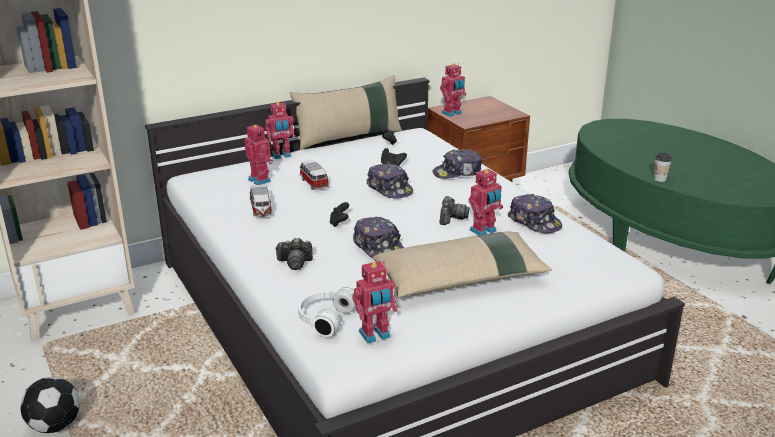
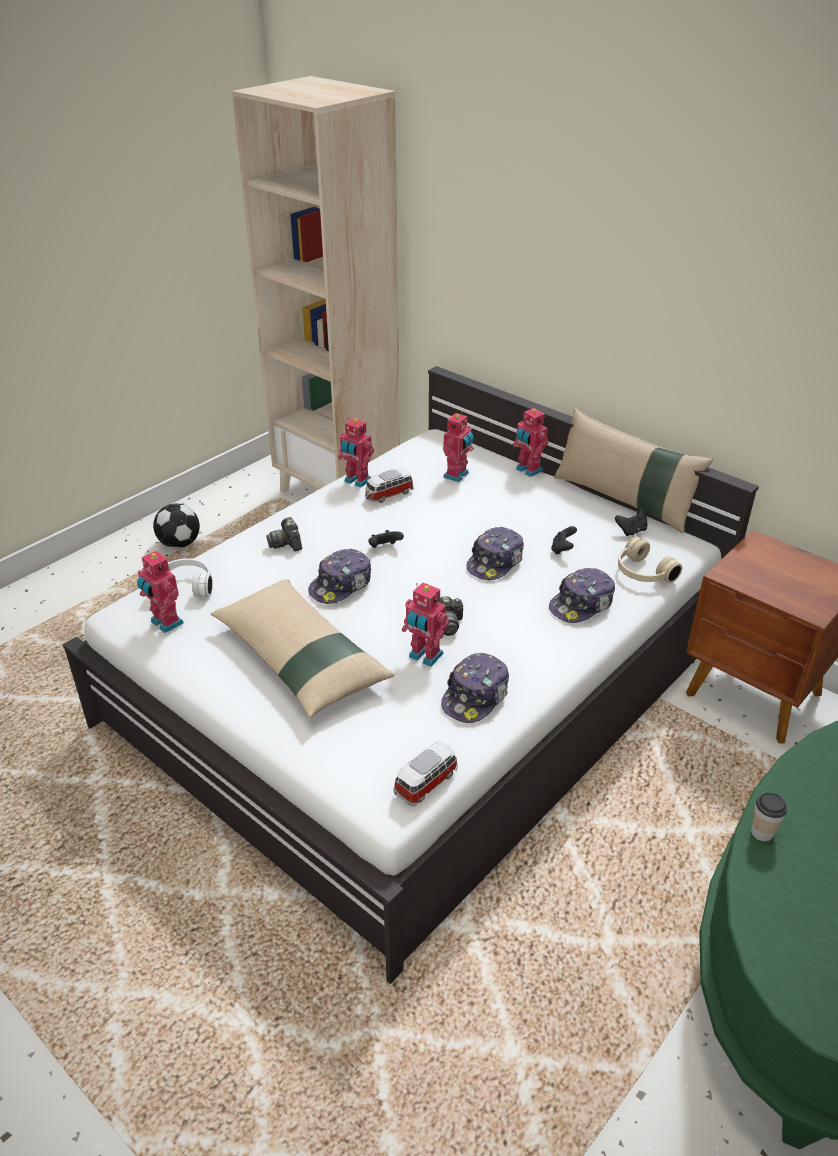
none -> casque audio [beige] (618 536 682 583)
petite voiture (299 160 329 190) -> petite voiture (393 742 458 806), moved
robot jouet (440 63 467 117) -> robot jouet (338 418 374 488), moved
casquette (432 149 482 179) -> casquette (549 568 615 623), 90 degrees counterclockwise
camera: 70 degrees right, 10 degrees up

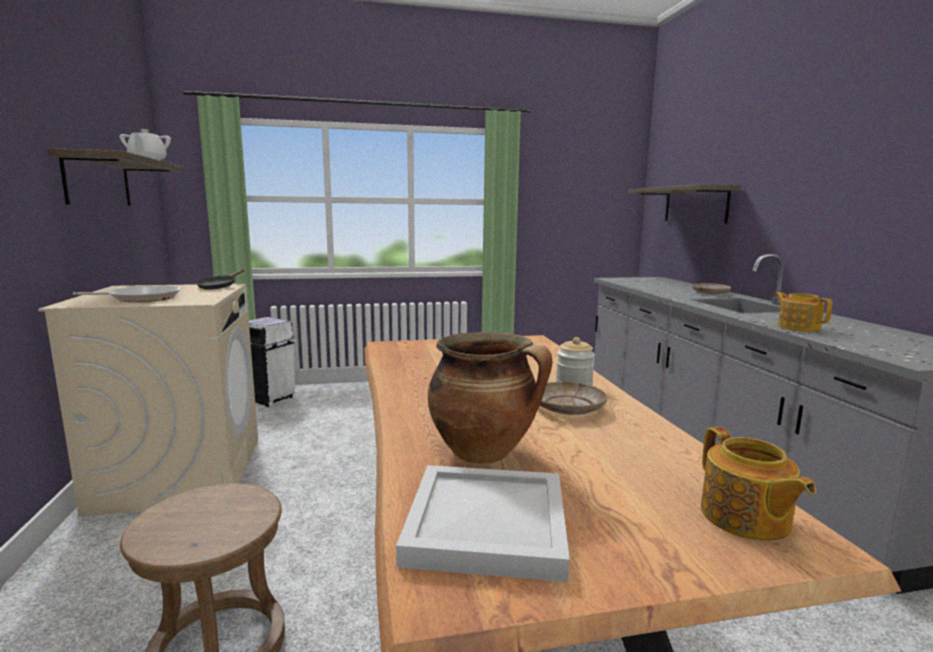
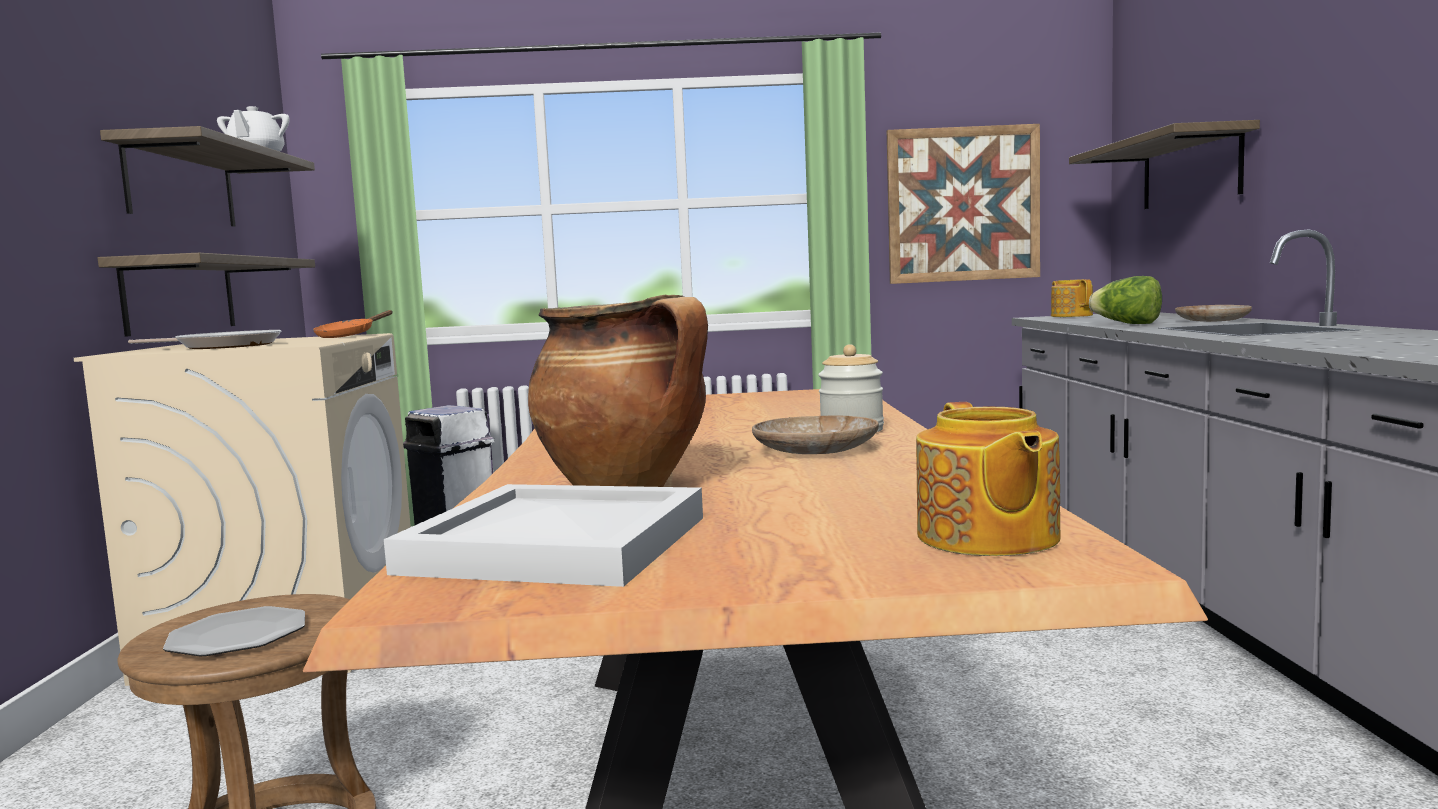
none -> étagère (98 253 315 337)
none -> assiette (163 606 305 656)
none -> tableau (887 124 1040 284)
none -> laitue (1089 276 1162 324)
théière (775 292 832 332) -> théière (1051 279 1093 317), moved
poêle [noir] (196 269 245 290) -> poêle [orange] (313 310 392 338)
camera: 10 degrees right, 5 degrees down

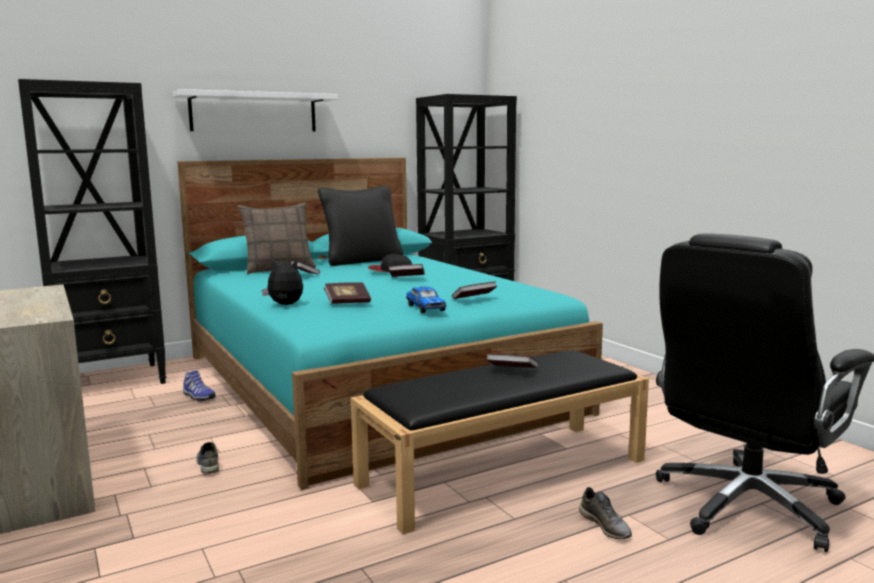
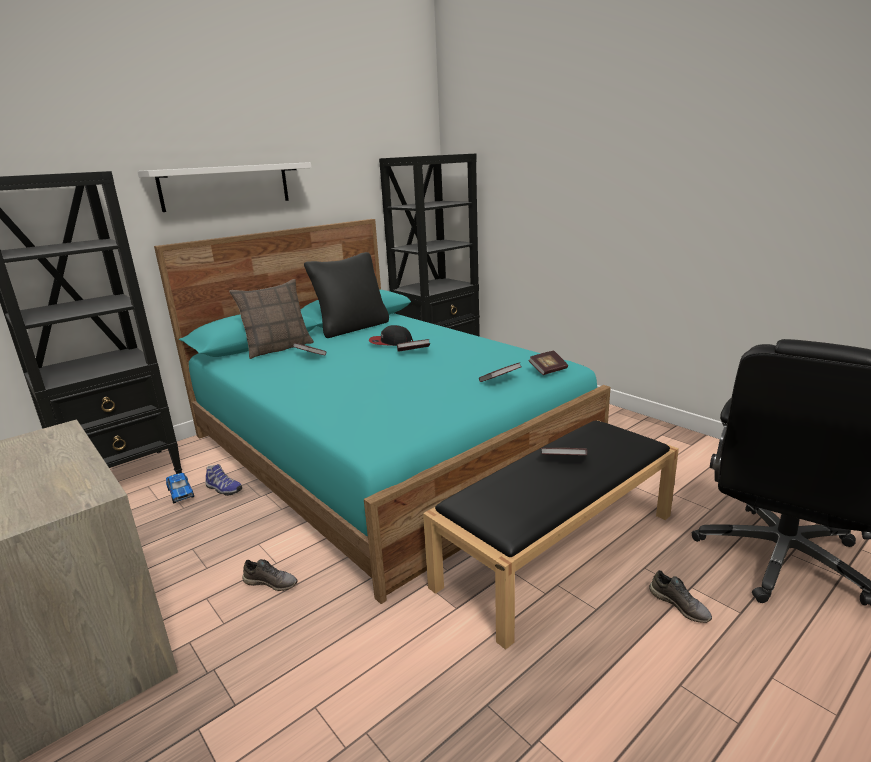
peluche (262 260 303 305) -> none
livre (324 282 371 304) -> livre (528 351 568 375), moved
petite voiture (406 287 446 313) -> petite voiture (166 473 194 504), moved
chaussure [gris] (196 442 219 473) -> chaussure [gris] (242 559 297 591), 135 degrees clockwise
camera: 10 degrees left, 10 degrees up

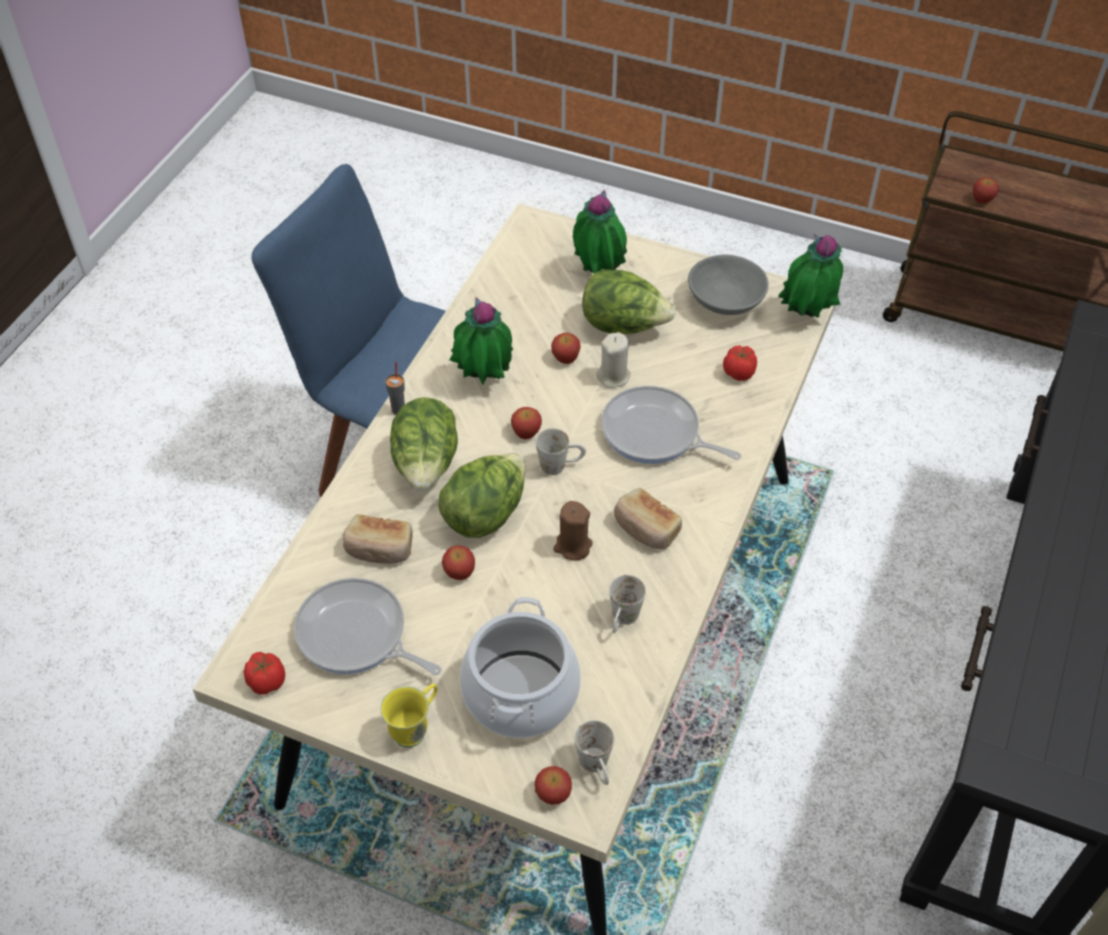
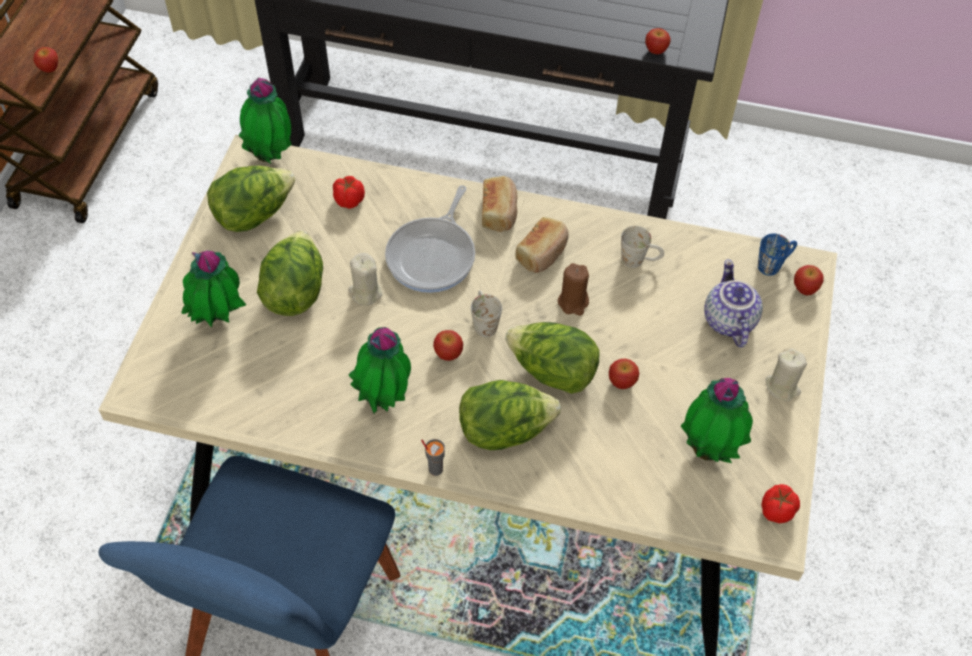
pain (343 514 413 564) -> pain (482 176 517 232), moved
pomme (551 333 581 364) -> pomme (645 28 671 54), moved
poêle (294 578 442 675) -> plante en pot (681 378 753 463)
mug [jaune] (381 683 438 748) -> bougie [beige] (766 349 807 402)
marmite (460 597 581 738) -> théière (704 259 763 348)
bol [gris] (688 255 769 315) -> laitue (207 166 295 232)
mug [blanc] (575 720 614 785) -> mug [bleu] (758 234 797 276)
camera: 100 degrees left, 5 degrees up

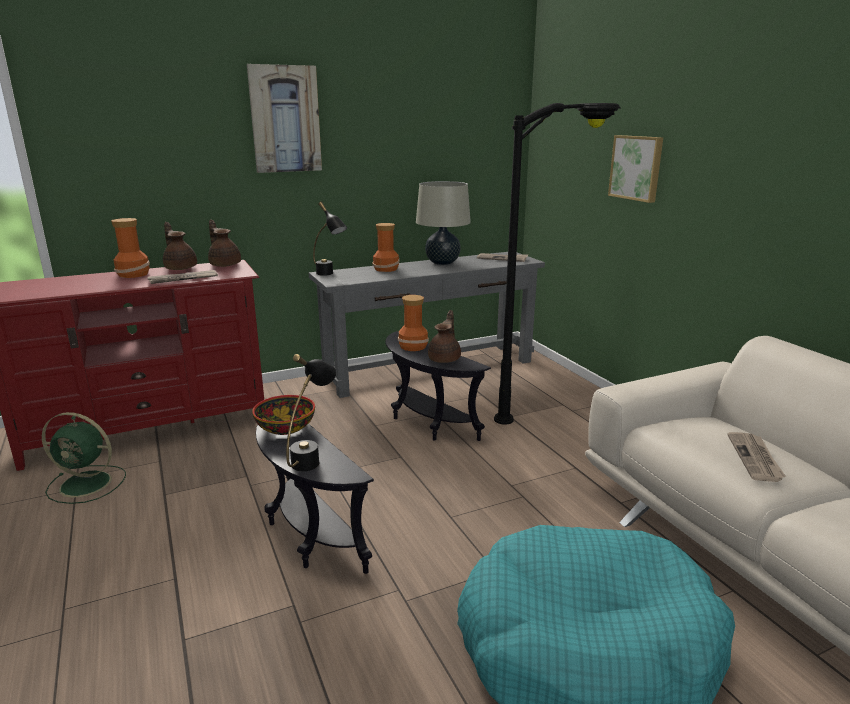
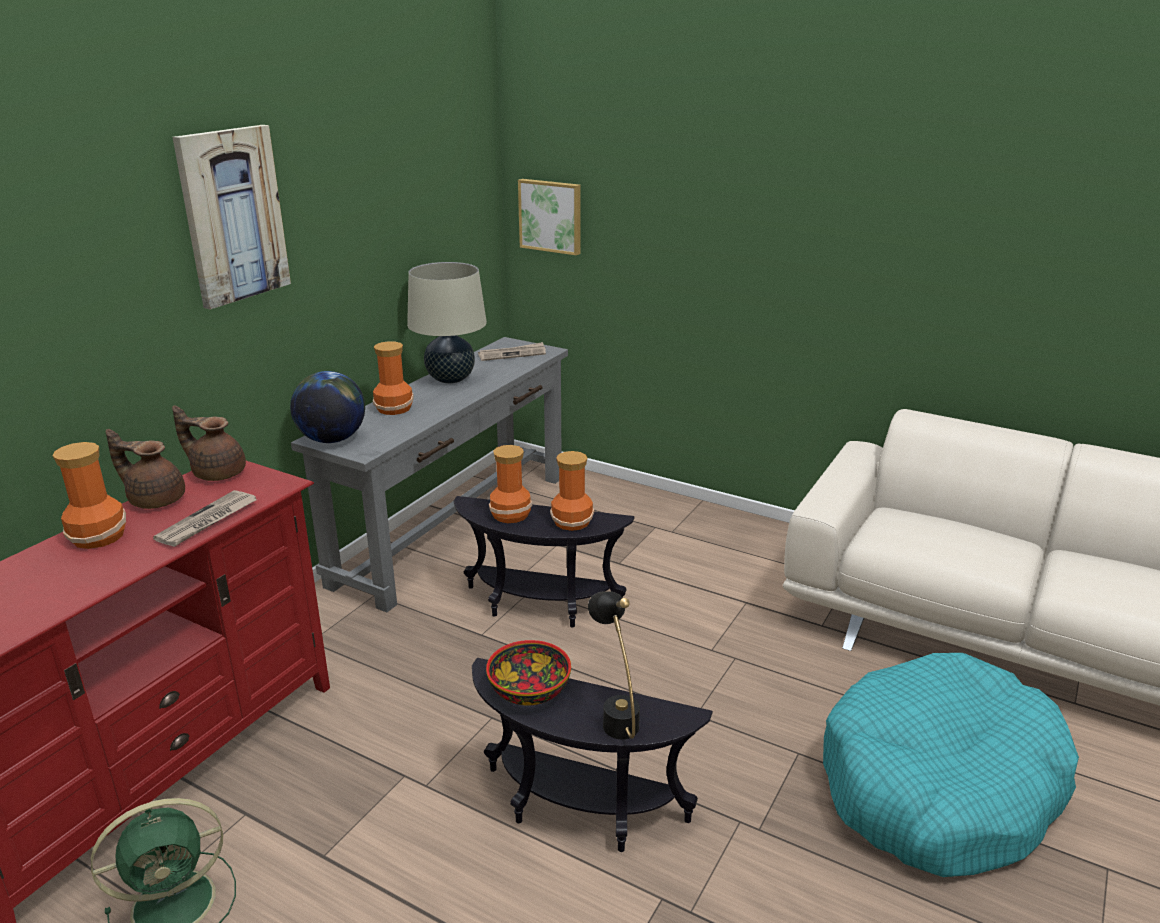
lampadaire [noir] (494 103 621 425) -> none
journal (727 432 786 482) -> none
tableau (608 135 663 203) -> tableau (518 179 581 255), moved
lampe de table [noir] (313 202 347 276) -> globe (290 371 365 443)
théière [marron] (428 310 461 363) -> vase (550 451 594 531)
camera: 35 degrees left, 5 degrees up

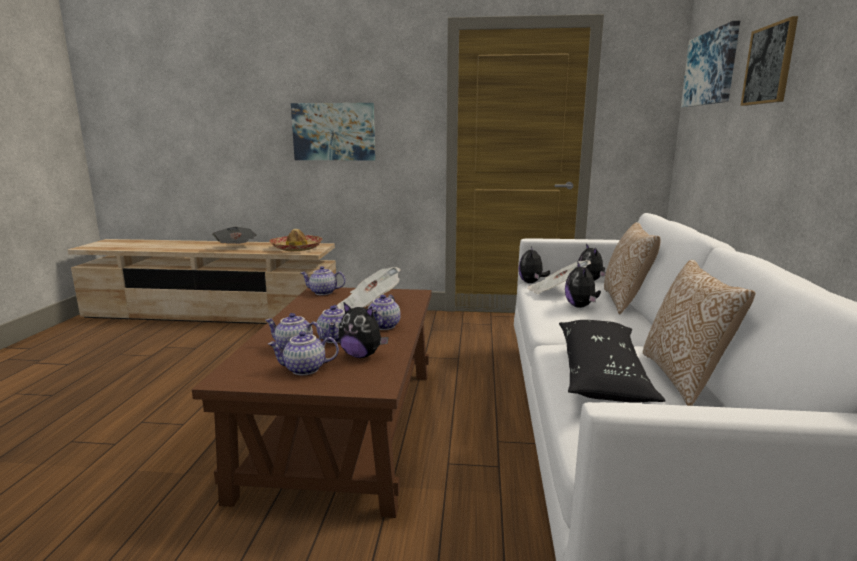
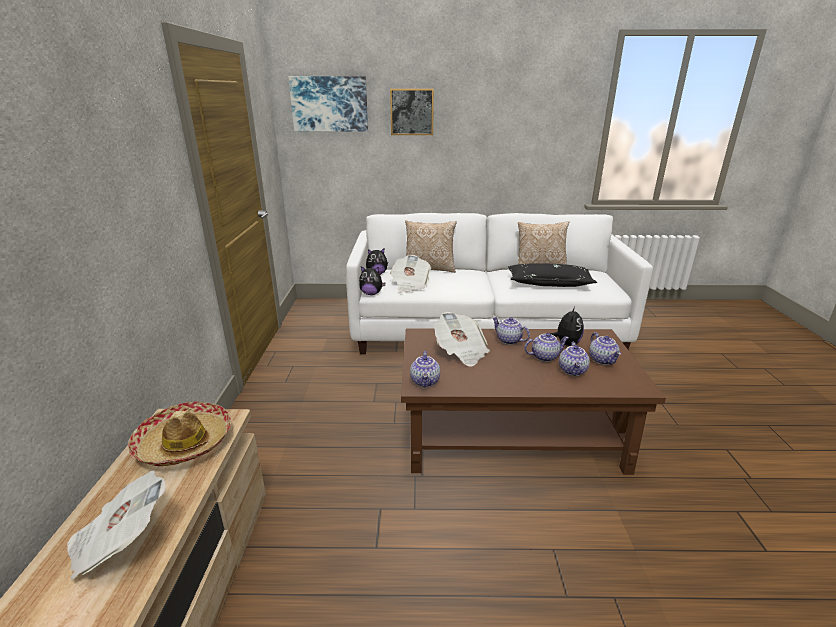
tableau (291 103 375 161) -> none
peluche (565 261 601 308) -> none
théière (368 295 401 330) -> théière (492 317 530 345), 150 degrees counterclockwise
camera: 95 degrees left, 10 degrees up

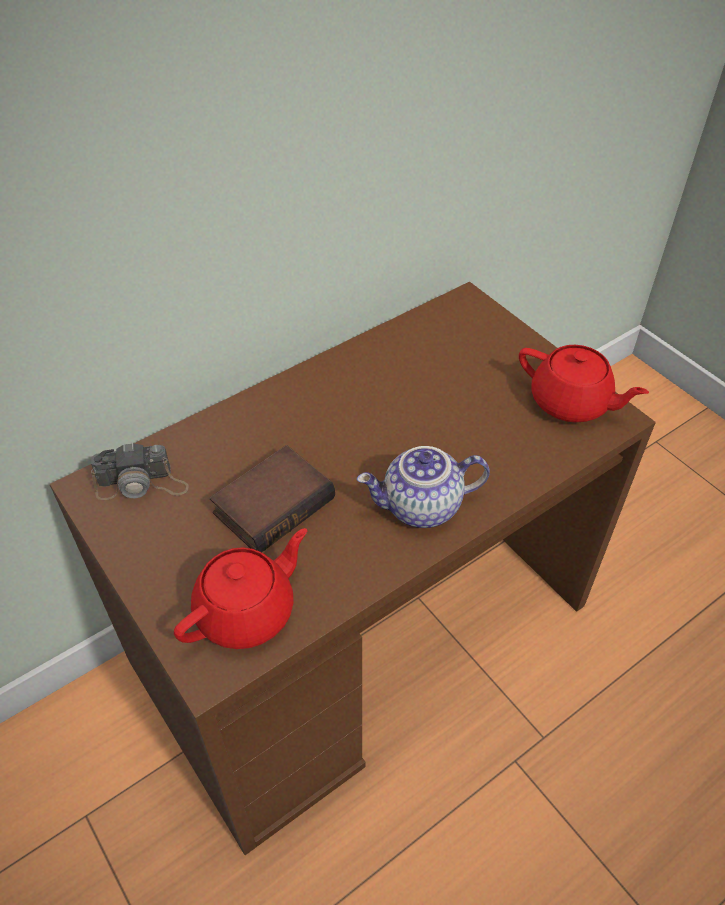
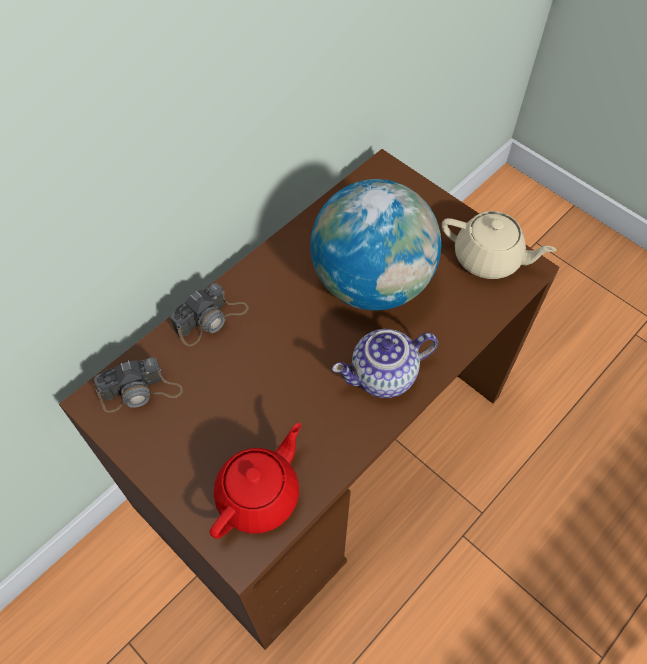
livre (210 445 335 552) -> none
none -> appareil photo (170 283 249 346)
none -> globe (310 179 441 311)
théière [rouge] (519 345 649 422) -> théière [beige] (442 211 556 279)
camera: 10 degrees left, 10 degrees up

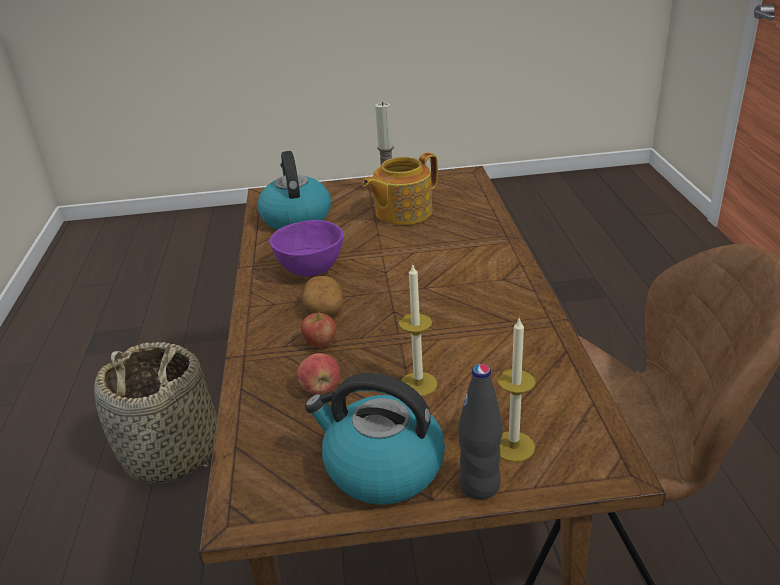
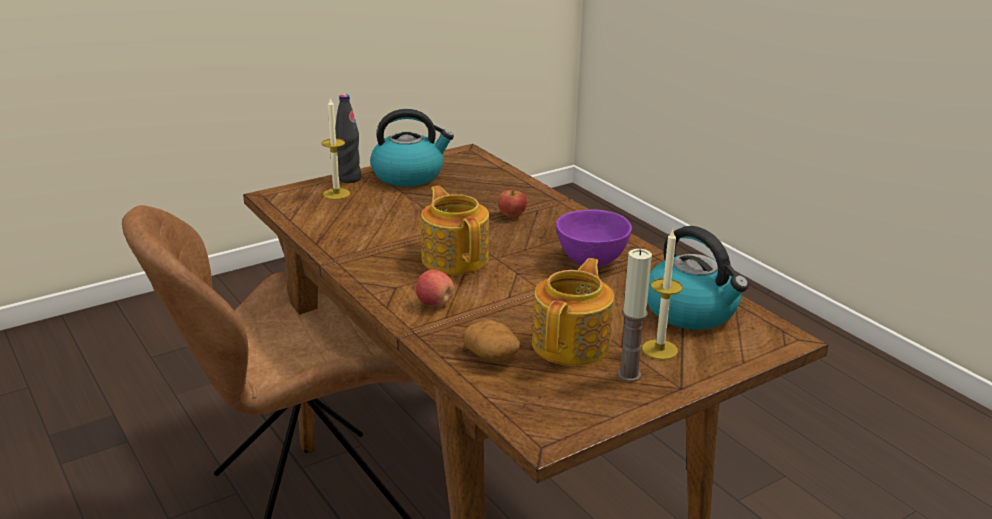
panier (94 342 217 483) -> none
none -> théière (421 186 489 275)
pomme (297 353 340 394) -> pomme (416 270 454 306), moved
pomme de terre (302 276 343 315) -> pomme de terre (463 320 520 362), moved
bougie (399 265 437 396) -> bougie (642 230 683 360), moved
camera: 150 degrees right, 5 degrees down

